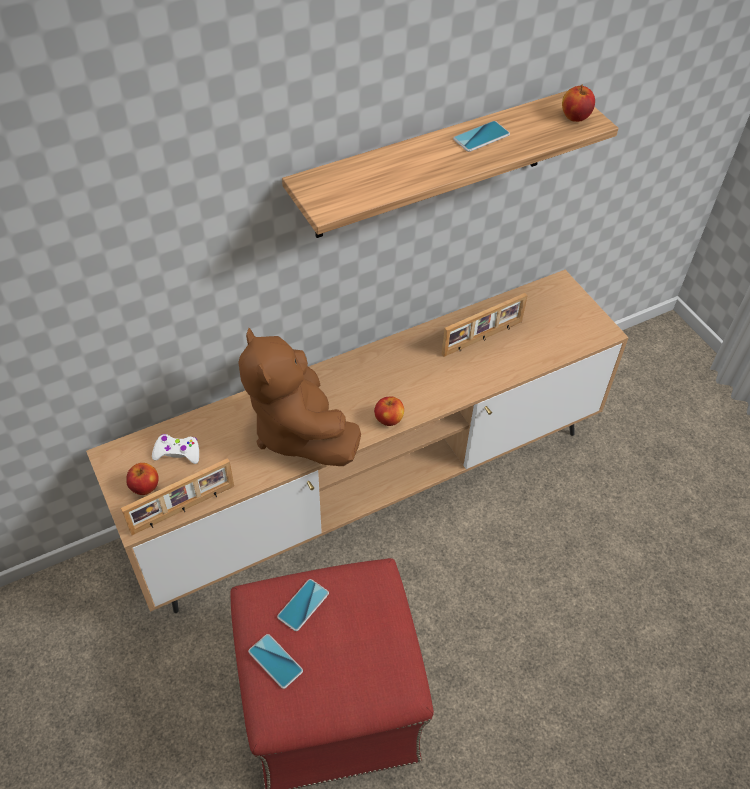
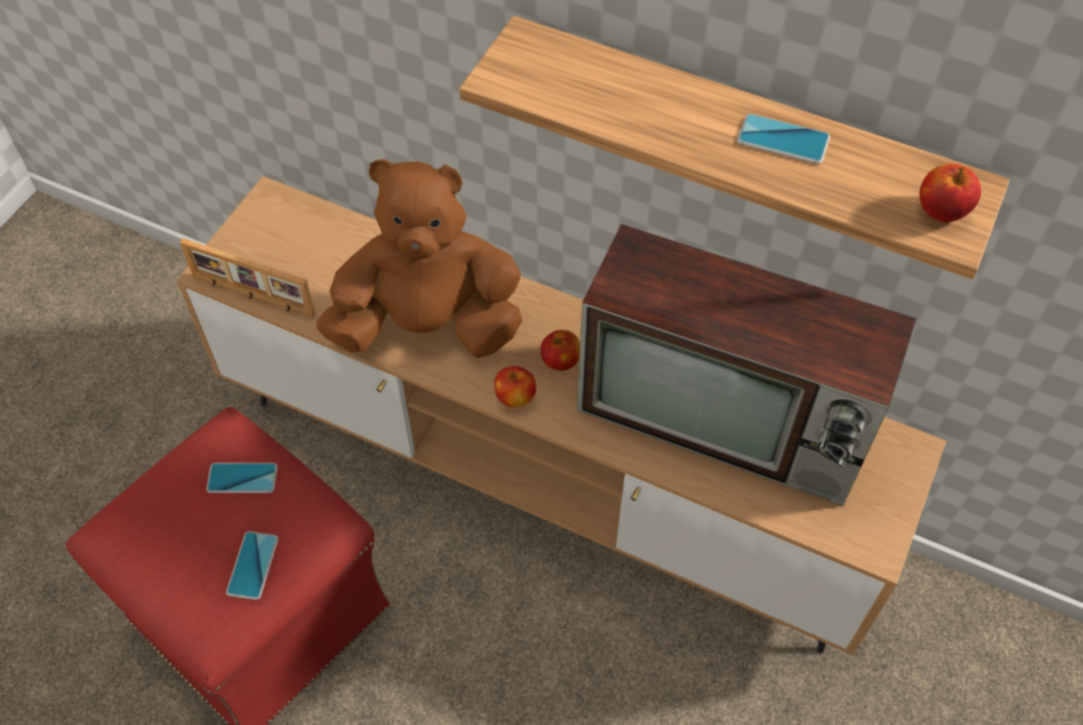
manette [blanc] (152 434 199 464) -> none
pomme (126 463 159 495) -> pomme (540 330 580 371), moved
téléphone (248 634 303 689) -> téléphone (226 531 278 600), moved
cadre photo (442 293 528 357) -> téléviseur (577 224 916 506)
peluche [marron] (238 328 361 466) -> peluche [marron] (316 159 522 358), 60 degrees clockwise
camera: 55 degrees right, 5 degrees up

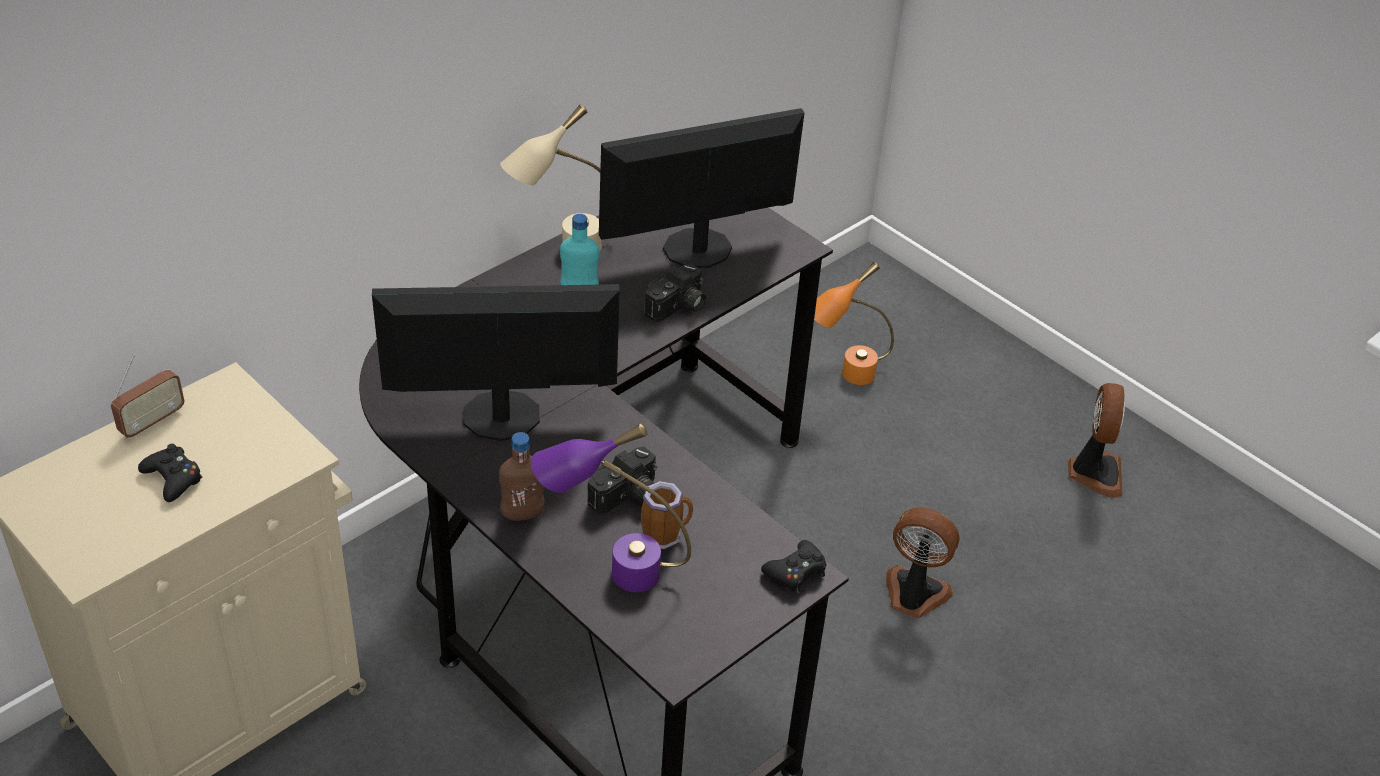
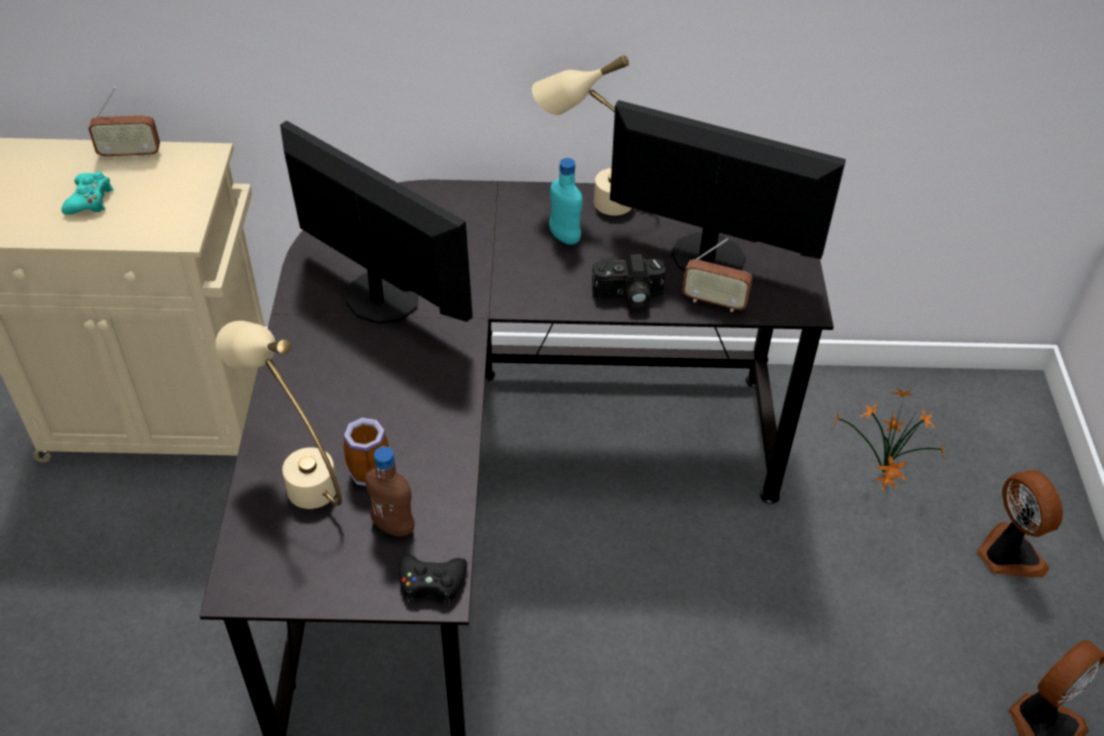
appareil photo (587 446 657 514) -> none
none -> radio (682 238 753 312)
bouteille [marron] (499 432 545 521) -> bouteille [marron] (365 447 414 537), moved
ventilateur (886 507 960 618) -> ventilateur (977 470 1063 578), moved
lampe de table [orange] (814 262 894 385) -> plante en pot (833 388 945 490)
manette [noir] (138 444 203 502) -> manette [turquoise] (61 171 114 215)
lampe de table [violet] (531 423 691 592) -> lampe de table [beige] (216 321 342 509)
camera: 45 degrees right, 5 degrees up

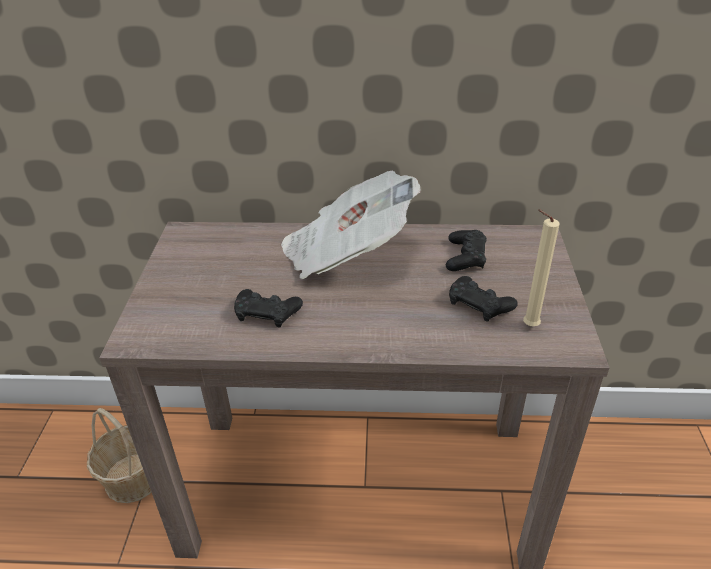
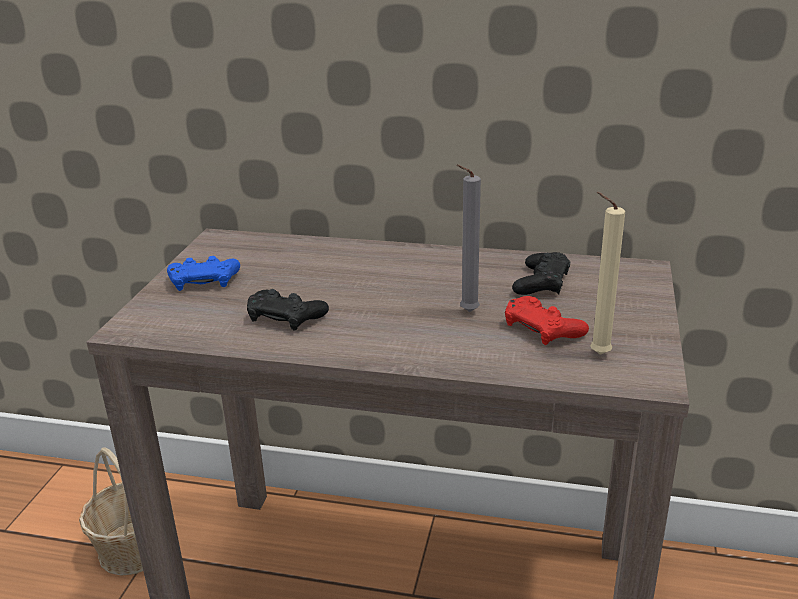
journal (281 170 421 279) -> none
none -> manette [bleu] (167 256 240 291)
none -> bougie [gris] (457 164 481 312)
manette [noir] (449 276 518 322) -> manette [rouge] (505 296 589 345)
camera: 10 degrees right, 10 degrees down

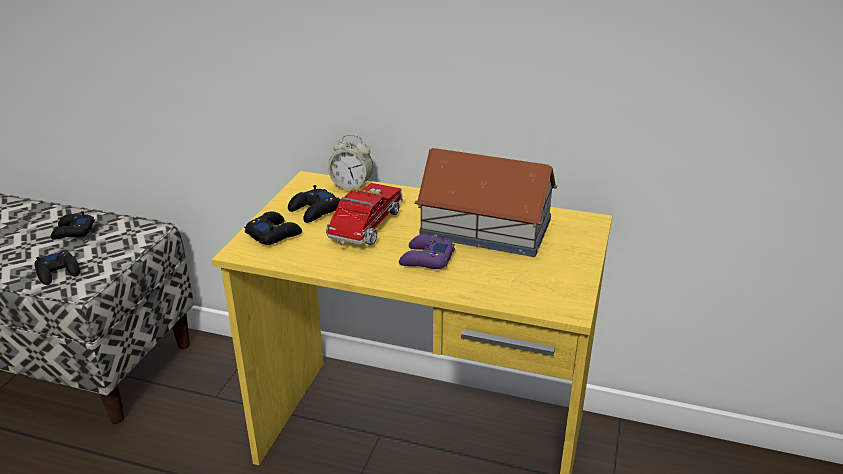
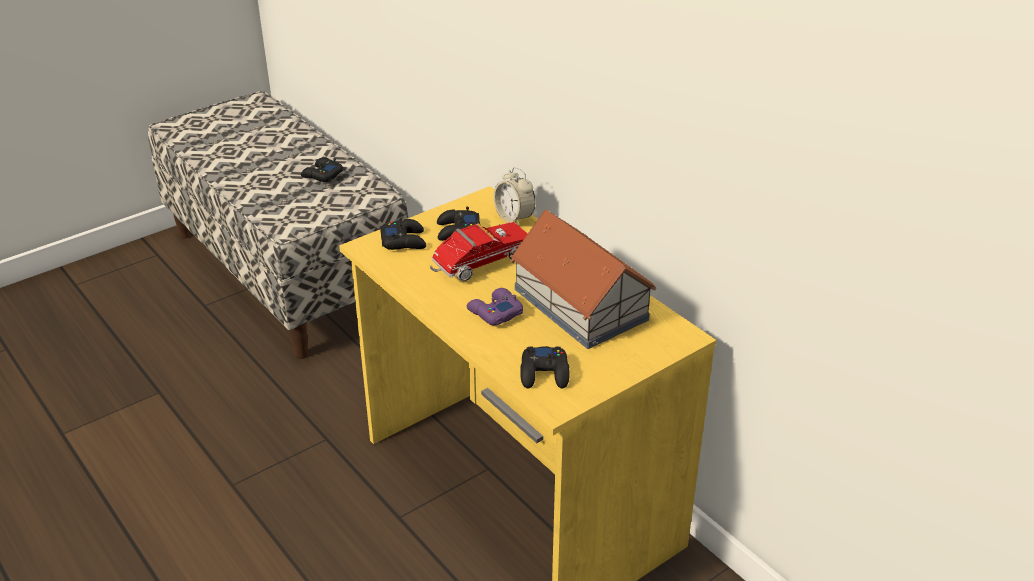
manette [noir] (35 251 80 285) -> manette [noir] (520 346 570 388), moved
camera: 35 degrees right, 5 degrees up

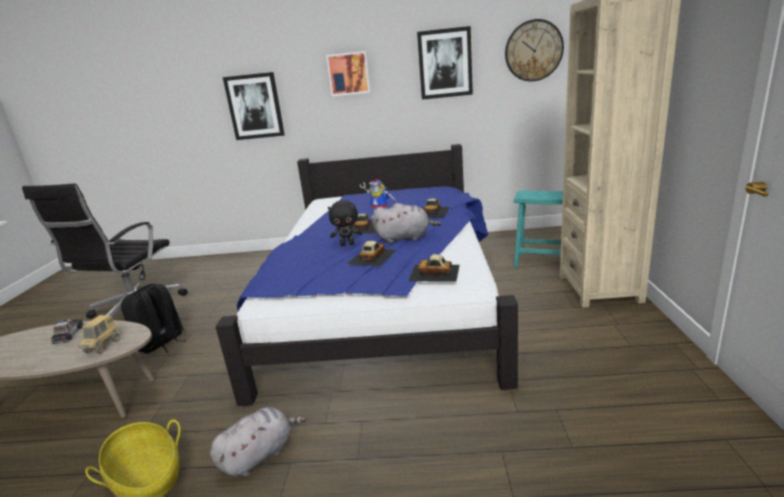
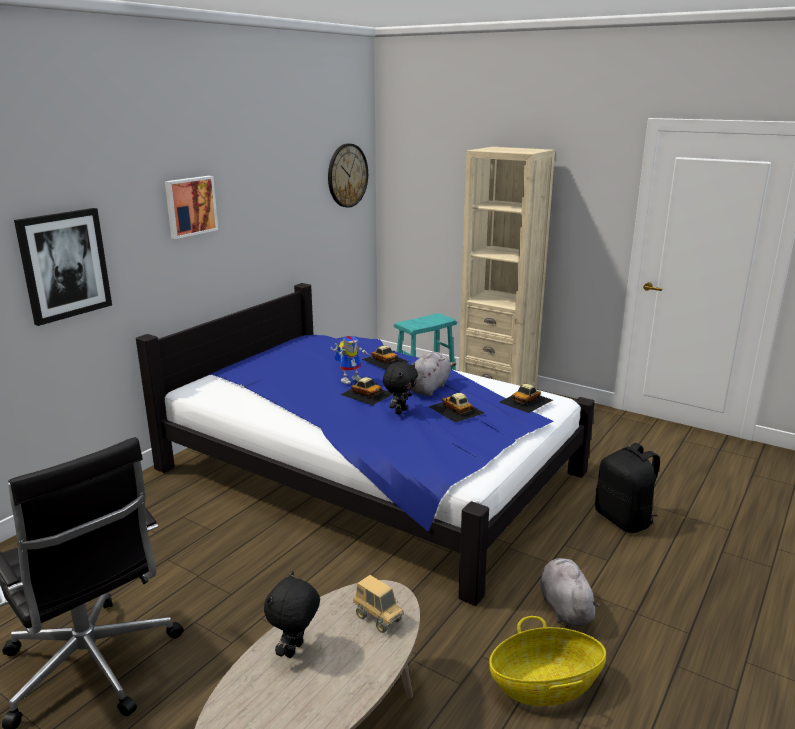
tableau (417 26 473 100) -> none
sac à dos [noir] (121 284 187 354) -> sac à dos [noir] (595 443 660 533), moved
petite voiture (51 319 83 344) -> peluche [noir] (264 571 320 658)
camera: 60 degrees left, 0 degrees up

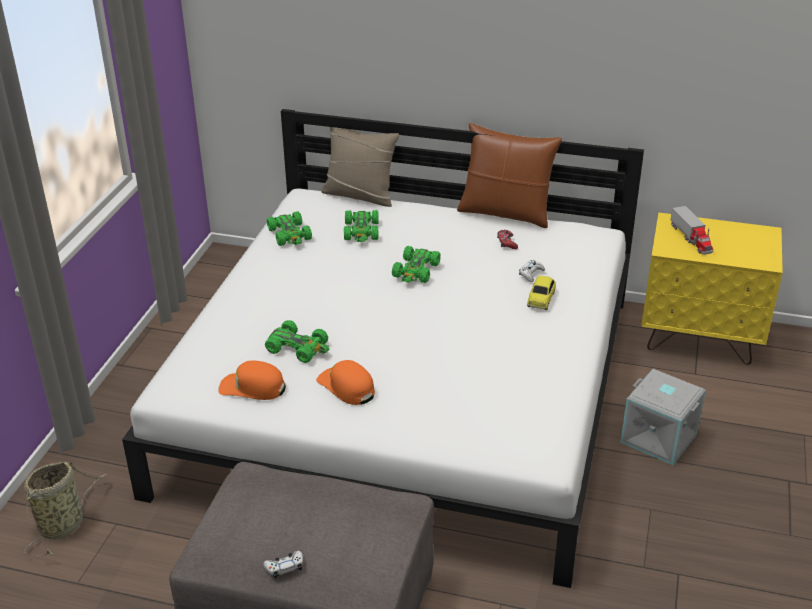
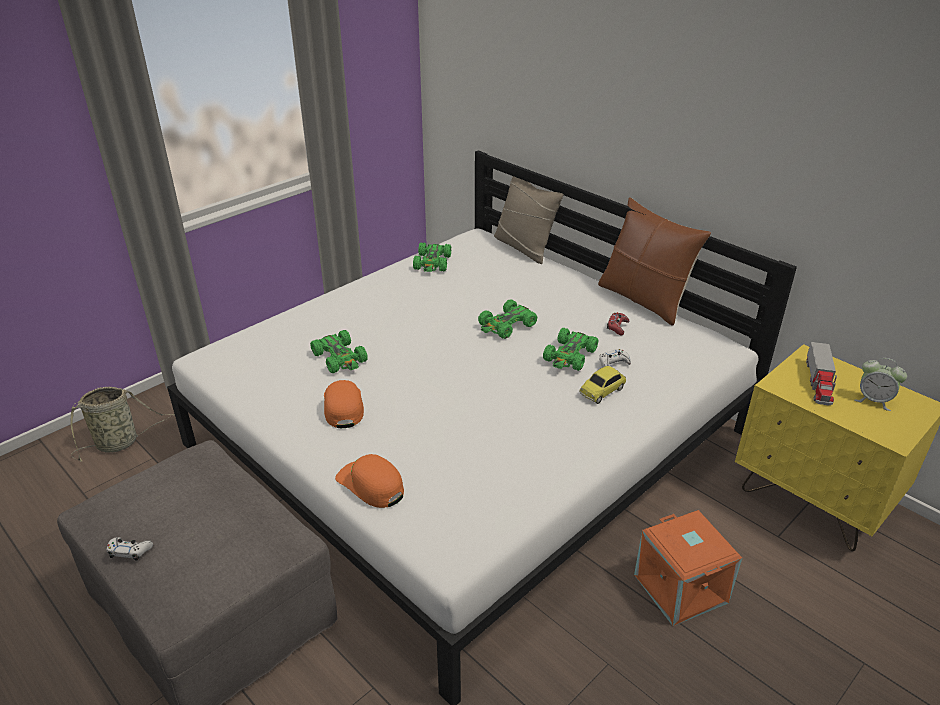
none -> réveil (855 358 907 411)
casquette [orange] (218 361 286 400) -> casquette [orange] (335 454 404 508), moved
petite voiture [vert] (344 210 379 242) -> petite voiture [vert] (543 328 599 371), moved
boîte de rangement [gris] (620 369 706 465) -> boîte de rangement [orange] (634 510 742 626)
camera: 30 degrees right, 0 degrees up

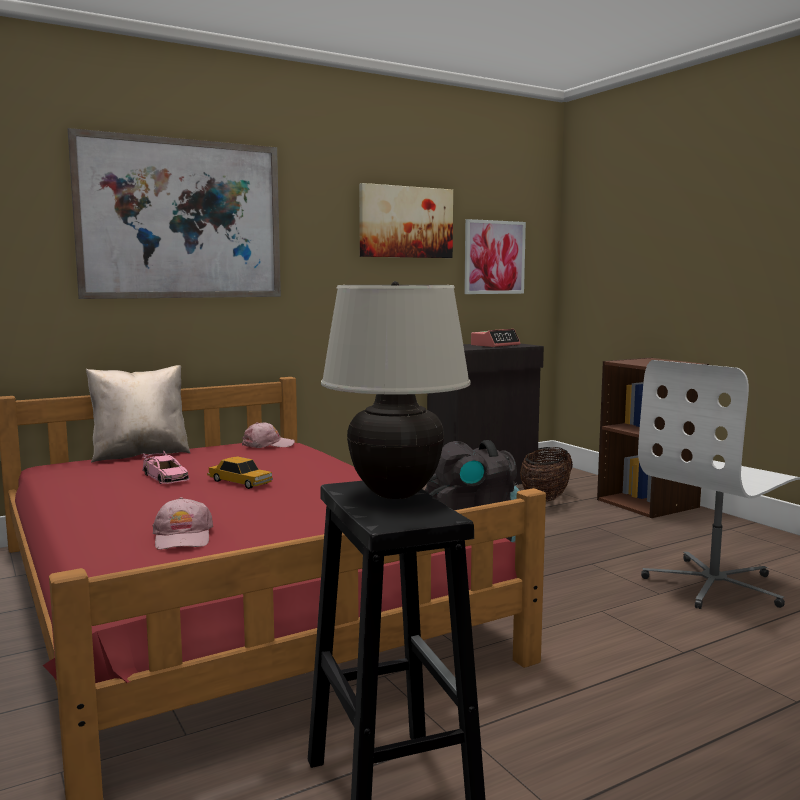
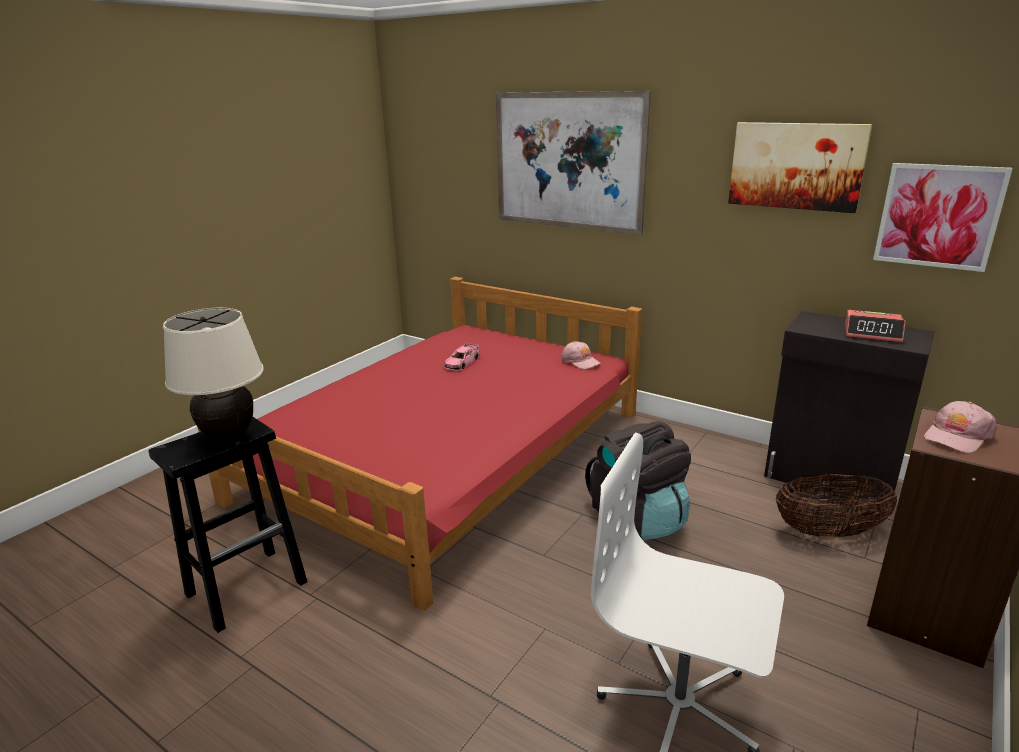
coussin [beige] (86 365 190 462) -> none
petite voiture (207 456 273 489) -> none
casquette [rose] (153 497 213 550) -> casquette [rose] (924 401 998 453), moved
camera: 65 degrees right, 15 degrees up

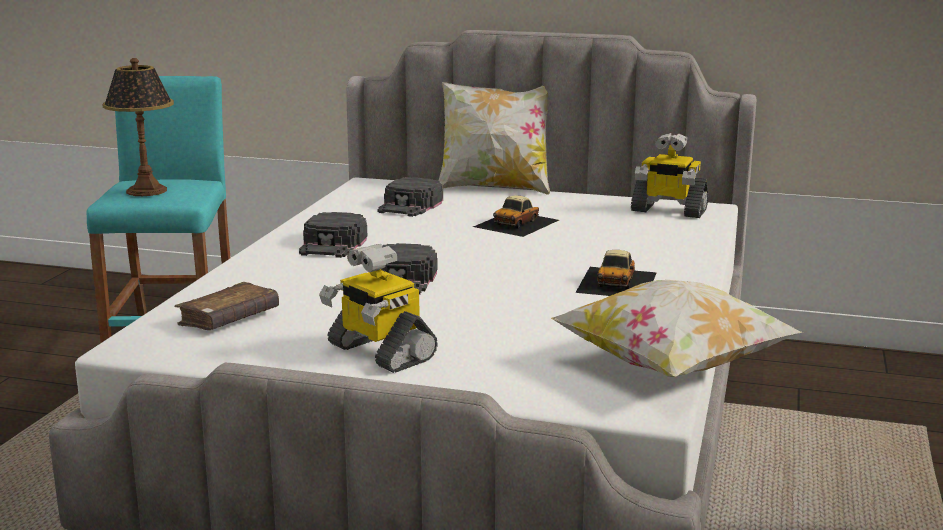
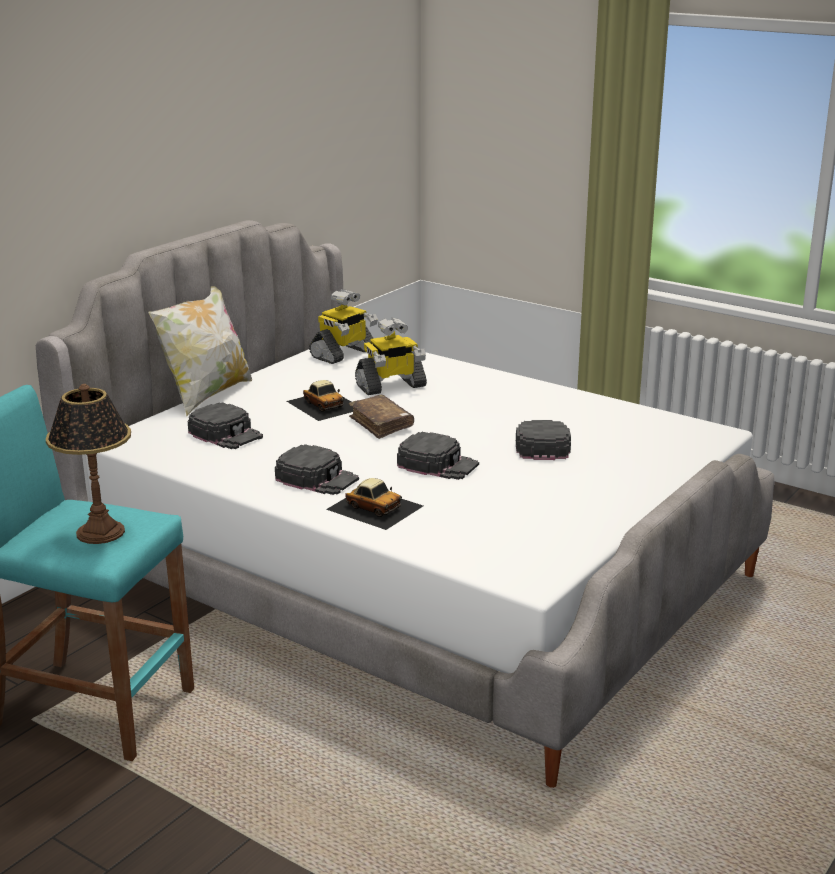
coussin (551 280 802 377) -> none
none -> casquette [noir] (516 420 571 460)
livre [marron] (175 282 279 330) -> livre [marron] (349 395 414 439), moved
robot jouet (319 244 438 373) -> robot jouet (355 318 427 395), moved
petite voiture (575 250 657 296) -> petite voiture (326 478 423 530), moved
camera: 70 degrees left, 5 degrees up

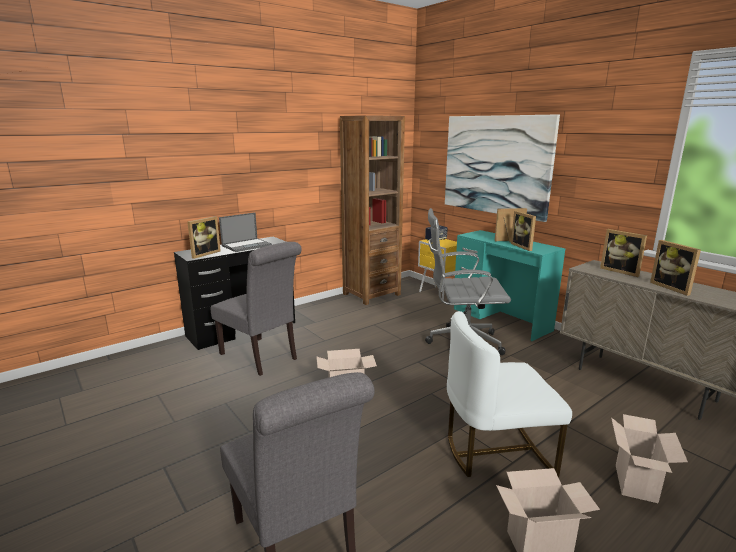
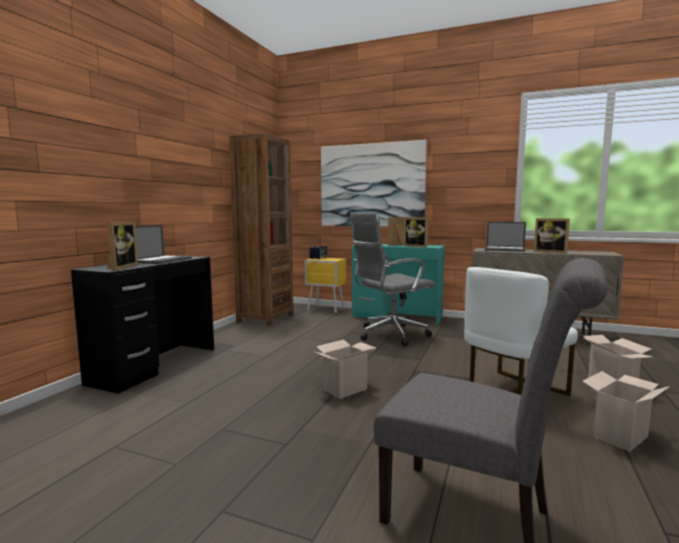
chaise [gris] (210 242 302 376) -> none
cadre photo (600 229 647 277) -> ordinateur portable (485 222 526 252)
camera: 30 degrees left, 10 degrees down

